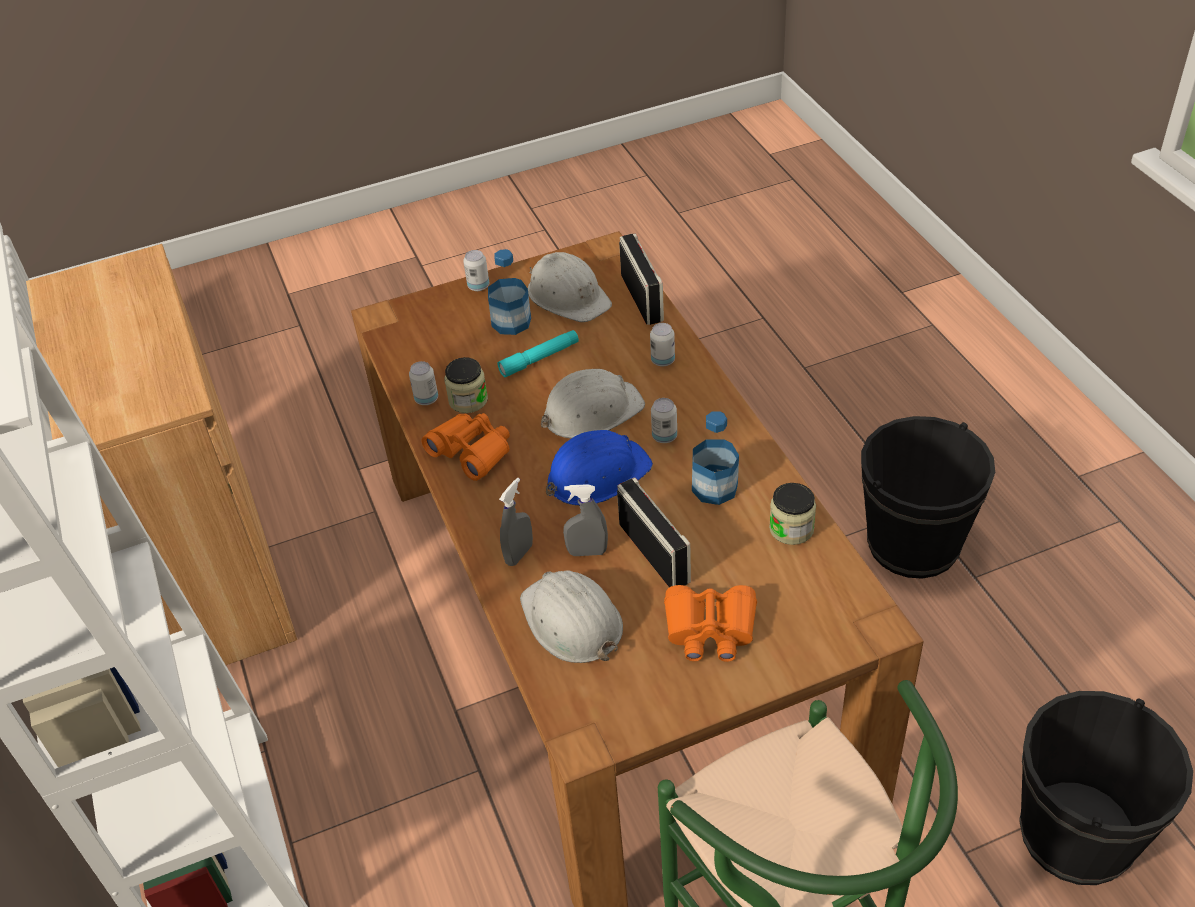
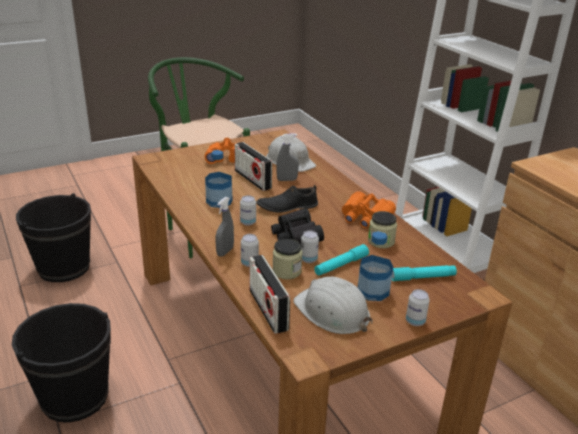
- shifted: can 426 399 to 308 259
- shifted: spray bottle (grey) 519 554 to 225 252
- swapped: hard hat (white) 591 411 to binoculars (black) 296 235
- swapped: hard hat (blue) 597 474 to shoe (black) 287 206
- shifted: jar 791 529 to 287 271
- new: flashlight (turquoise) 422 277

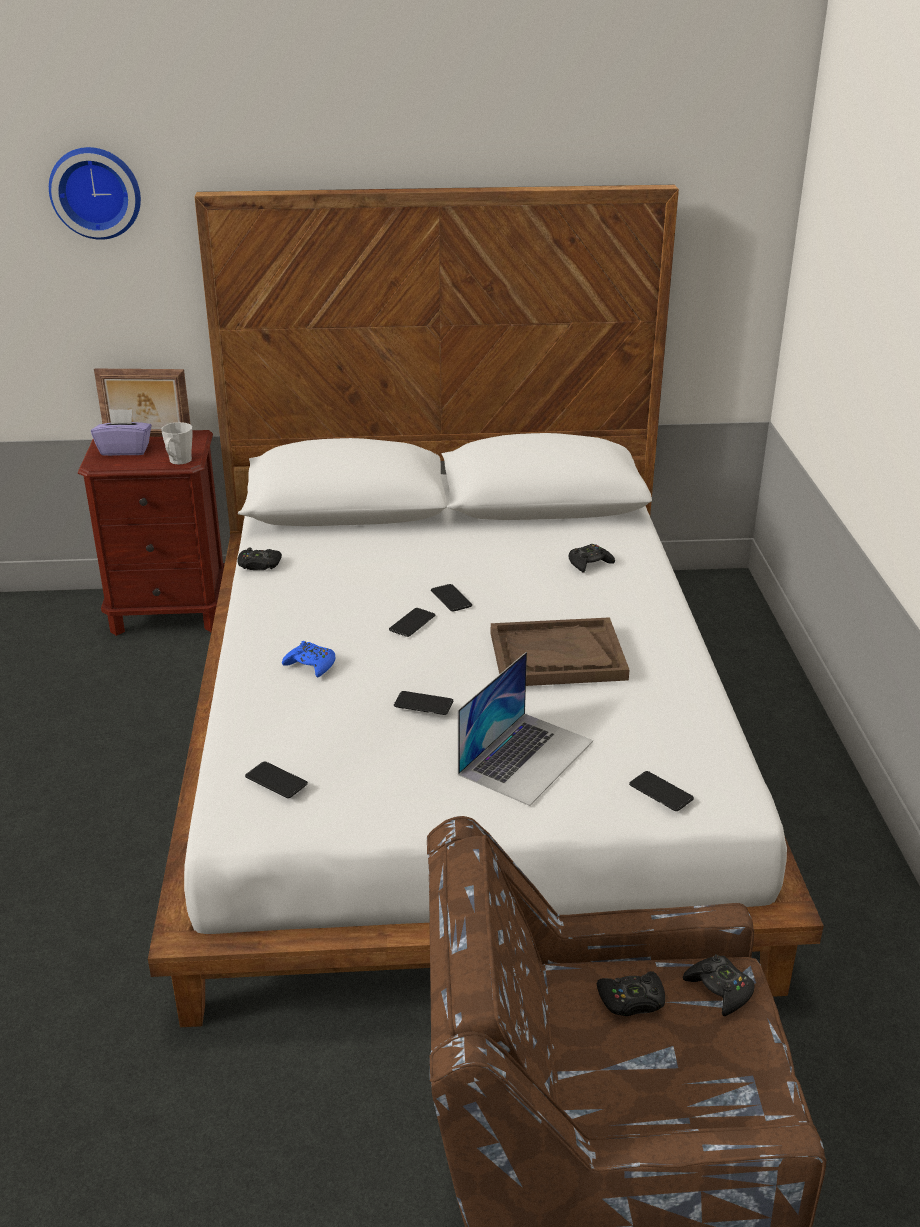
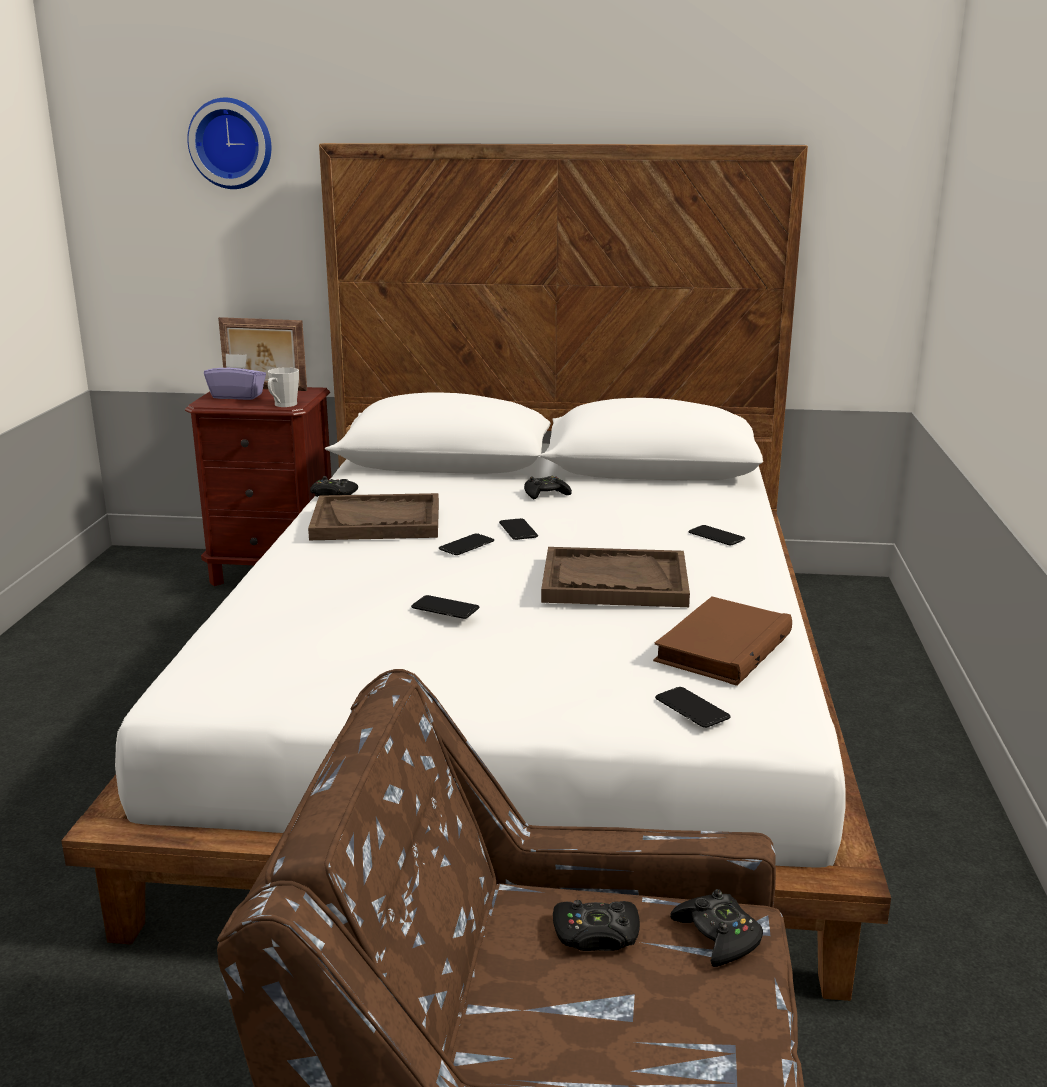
- shifted: phone 276 781 to 716 536
- gone: game controller (blue) 311 665
- gone: laptop 526 757
- shifted: game controller (black) 589 563 to 546 494
- new: tray (brown) 377 521
- new: book (brown) 720 646

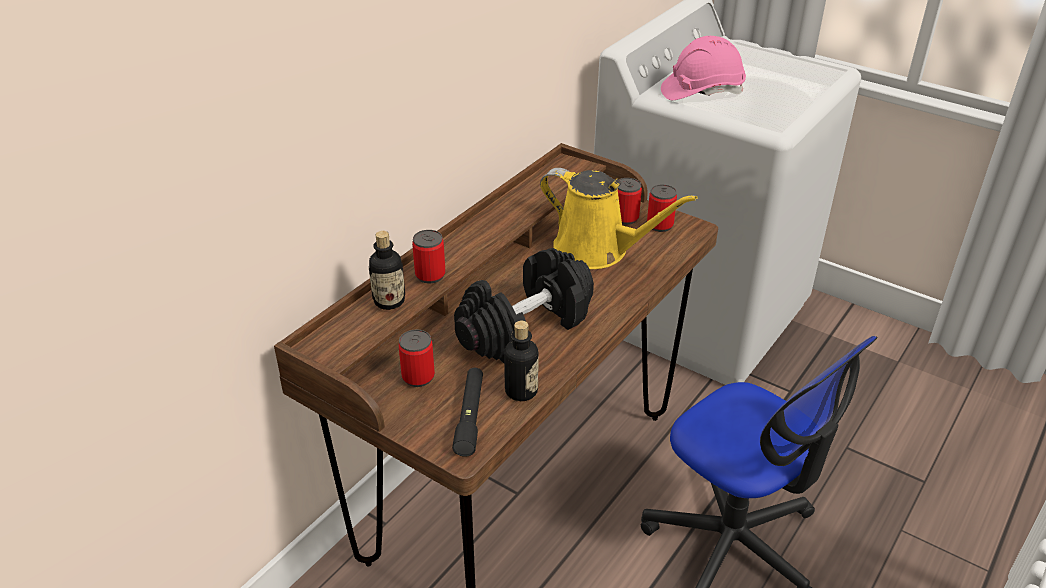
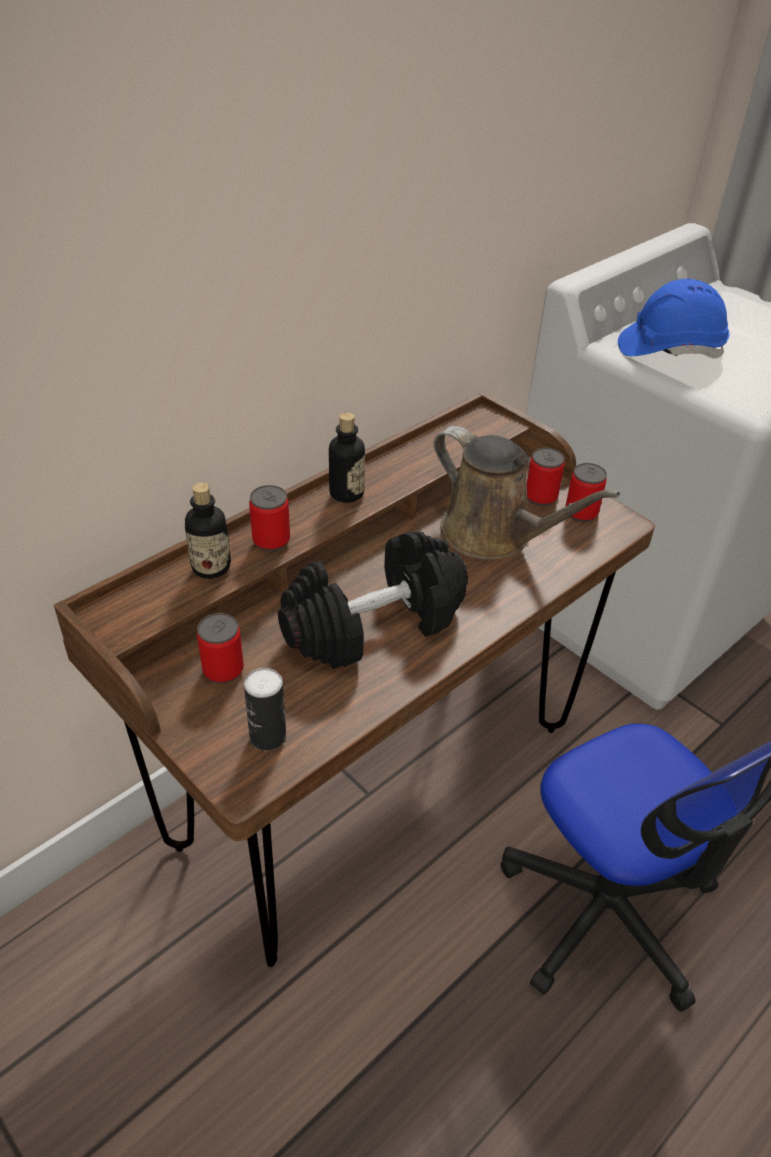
- swapped: flashlight (black) 470 417 to can 268 736
- shifted: bottle 521 391 to 346 493
- repainted: watering can (yellow) 597 250 to watering can (brown) 494 535
- repainted: hard hat (pink) 701 91 to hard hat (blue) 669 349

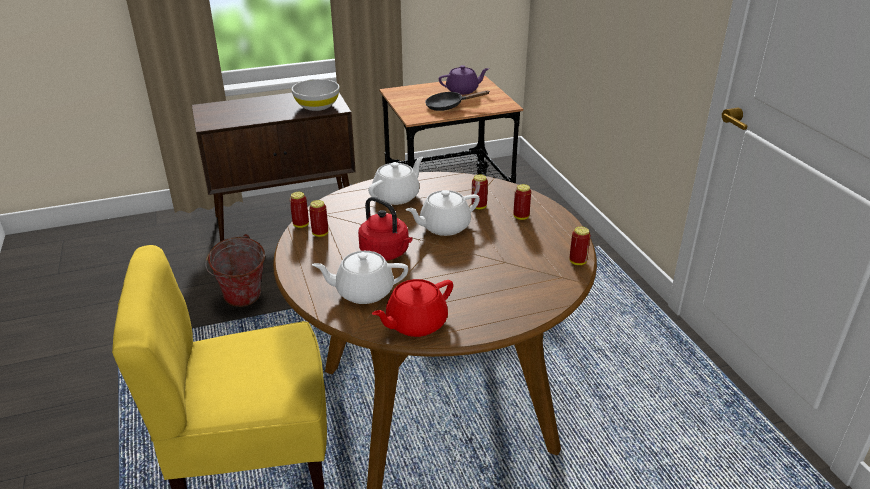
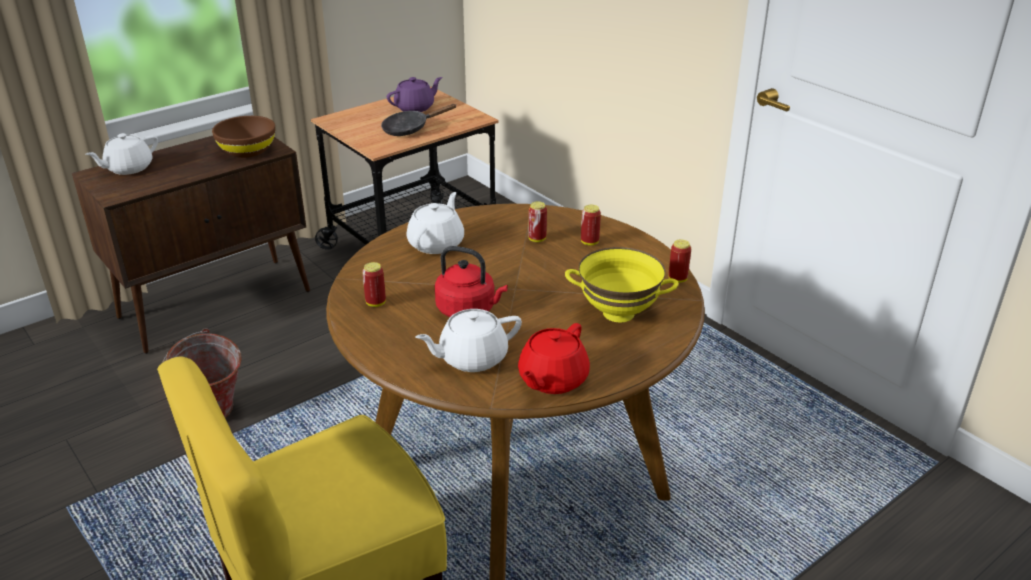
- gone: can 301 225
- repainted: bowl (white) 317 106 to bowl (brown) 247 151
- shifted: teapot (white) 444 227 to 128 168
- new: bowl (yellow) 619 313

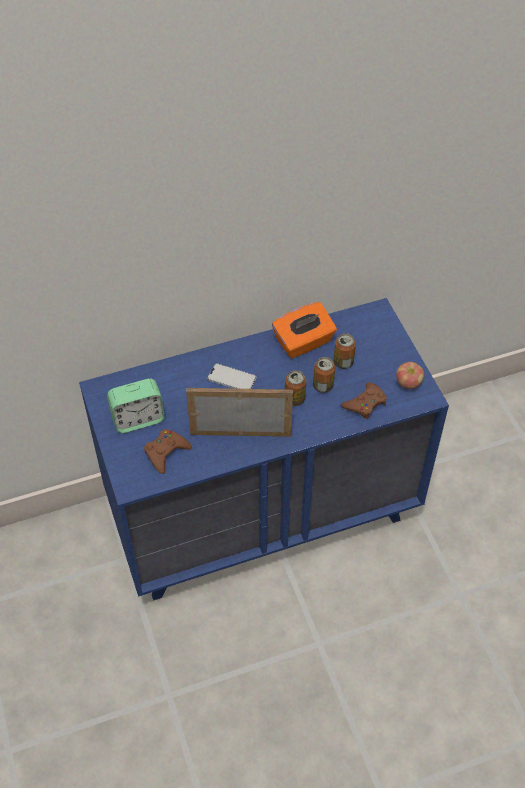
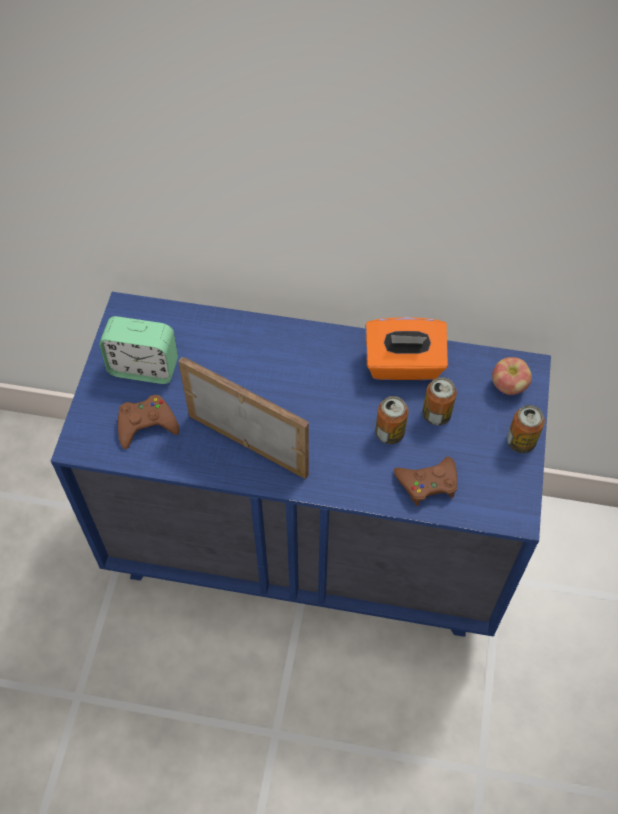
- gone: phone 232 378
- shifted: can 294 399 to 520 442
- shifted: apple 408 383 to 508 386

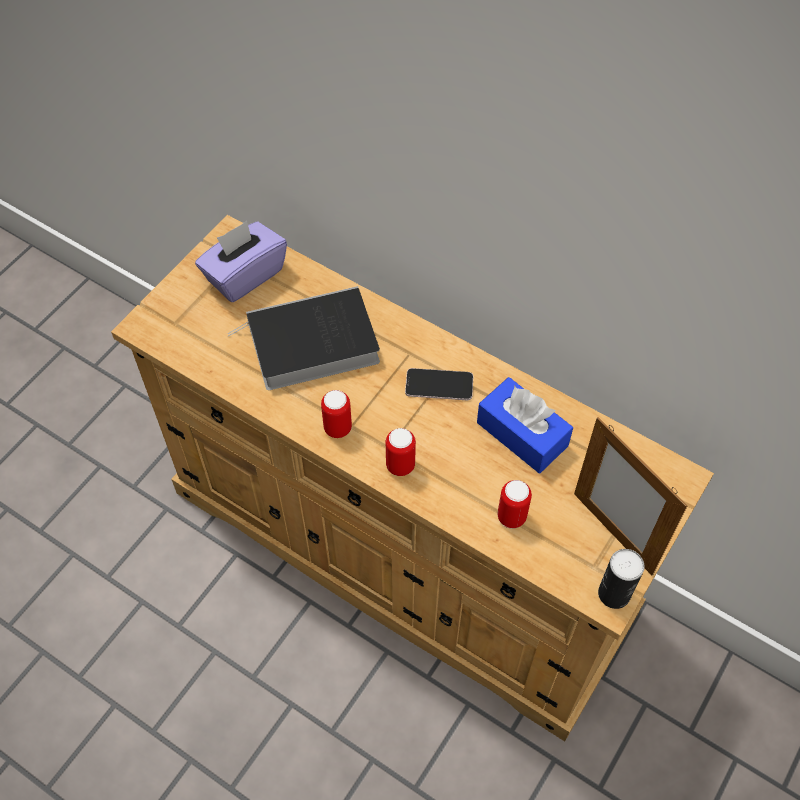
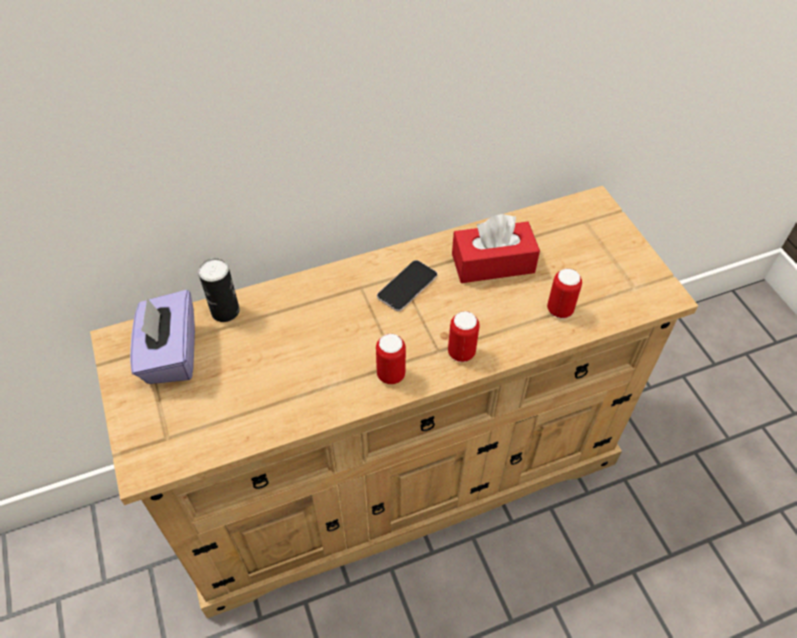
- gone: book 309 345
- repainted: tissue box (blue) 522 434 to tissue box (red) 493 263
- gone: picture frame 612 533
- shifted: can 614 593 to 225 311

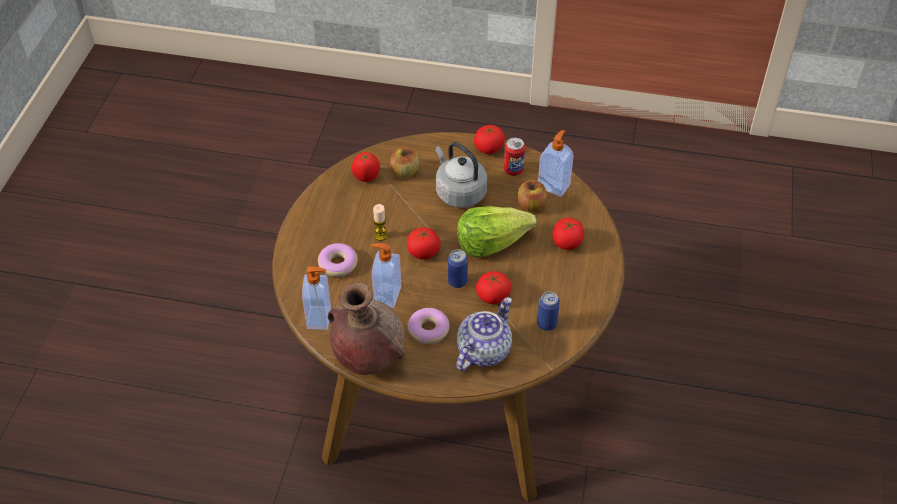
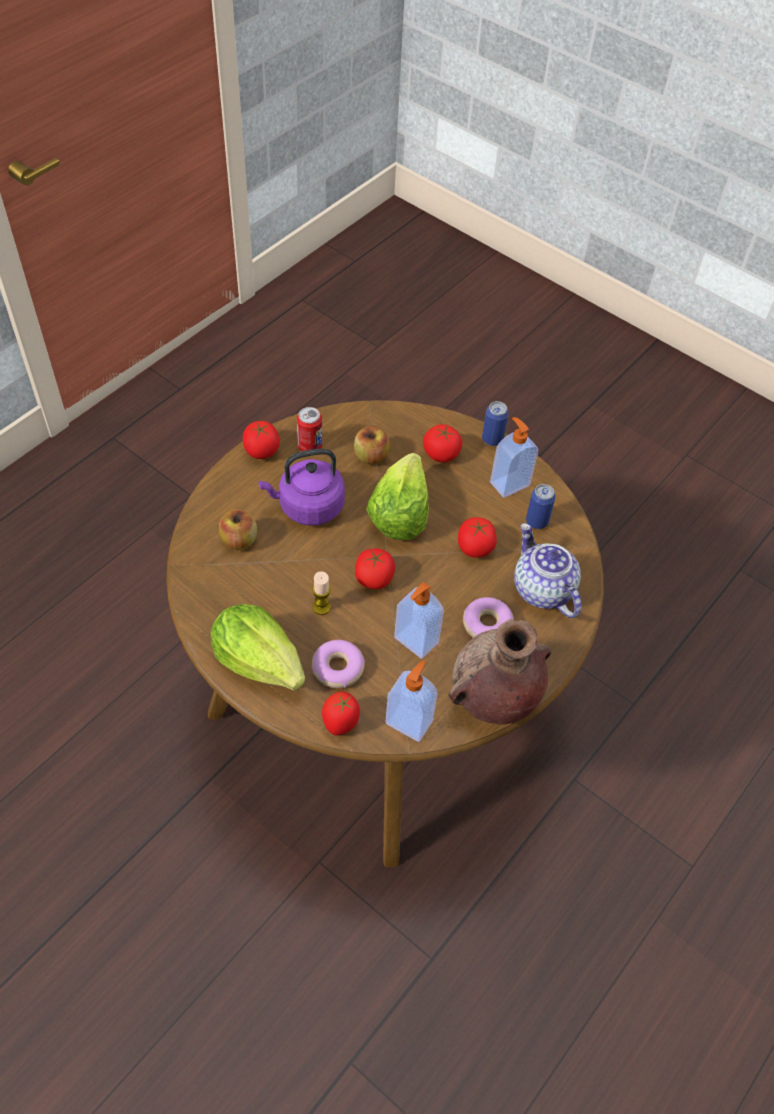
- shifted: tomato 366 177 to 341 723
- repainted: kettle (grey) 459 192 to kettle (purple) 308 507
- shifted: can 457 281 to 492 439
- shifted: soap dispenser 554 186 to 509 483
- new: lettuce 260 661

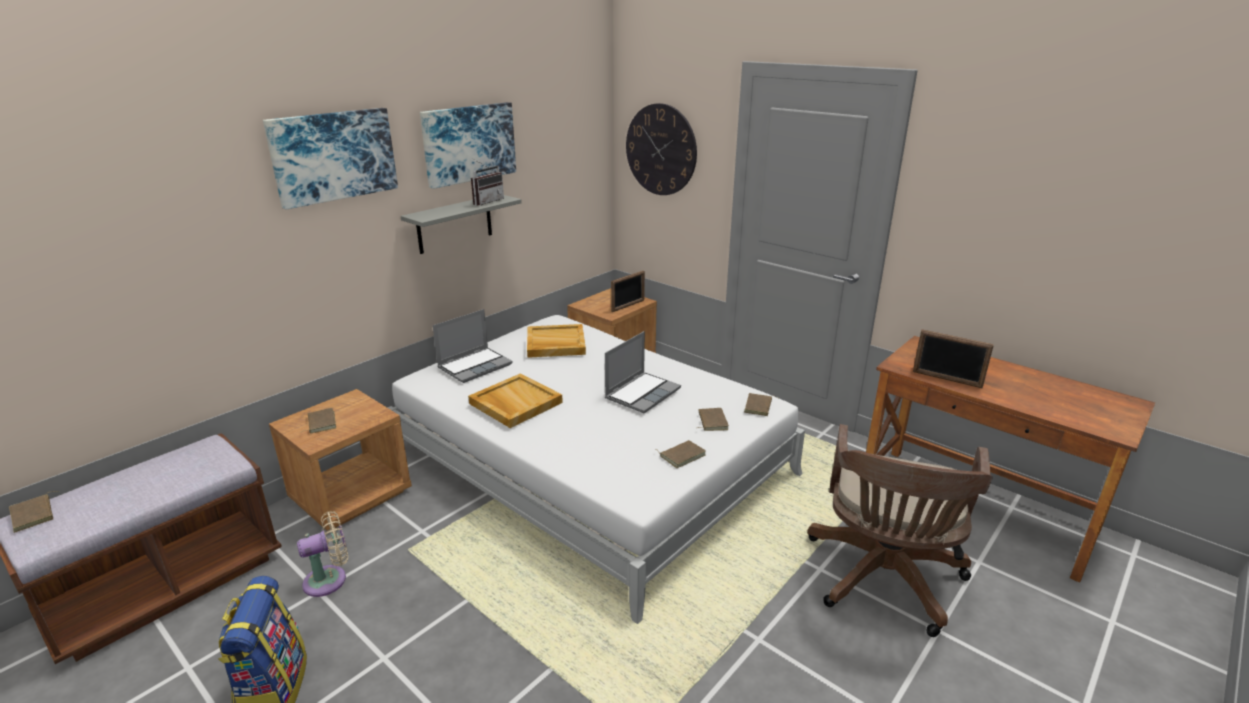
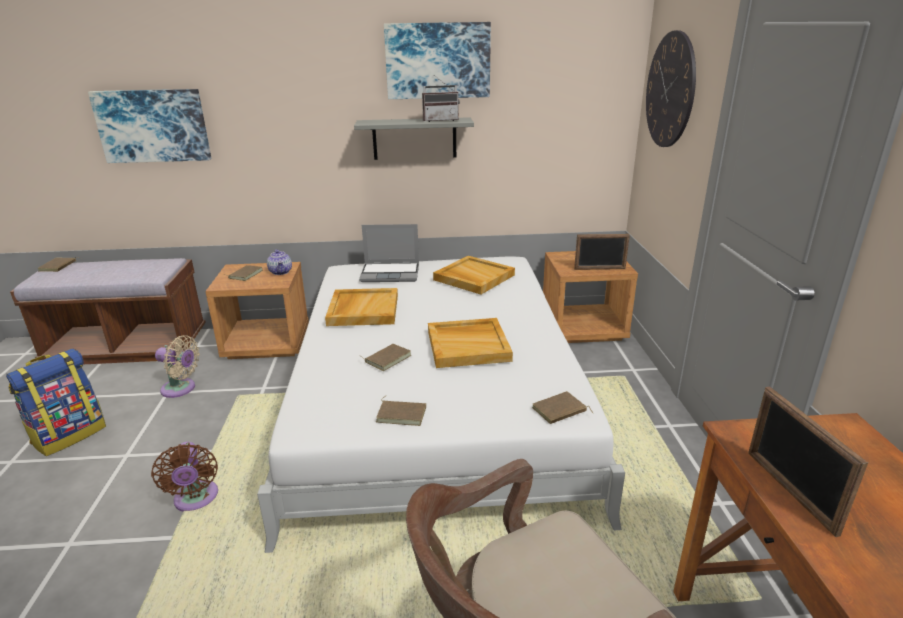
- shifted: picture 333 156 to 153 126
- swapped: laptop 642 393 to tray (beige) 468 345
- shifted: book (brown) 711 421 to 387 358
- new: fan (brown) 196 500
- new: teapot 281 272

